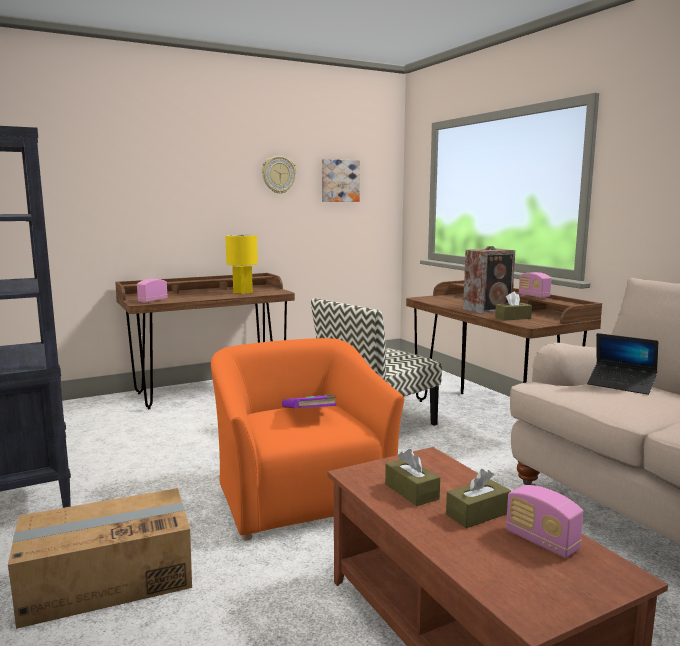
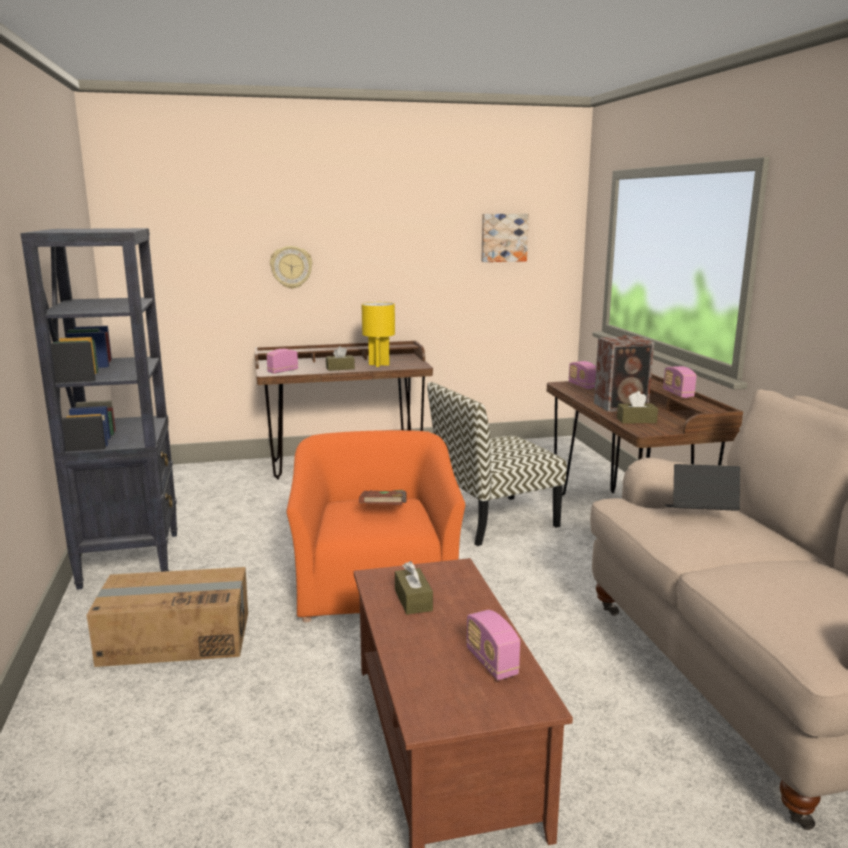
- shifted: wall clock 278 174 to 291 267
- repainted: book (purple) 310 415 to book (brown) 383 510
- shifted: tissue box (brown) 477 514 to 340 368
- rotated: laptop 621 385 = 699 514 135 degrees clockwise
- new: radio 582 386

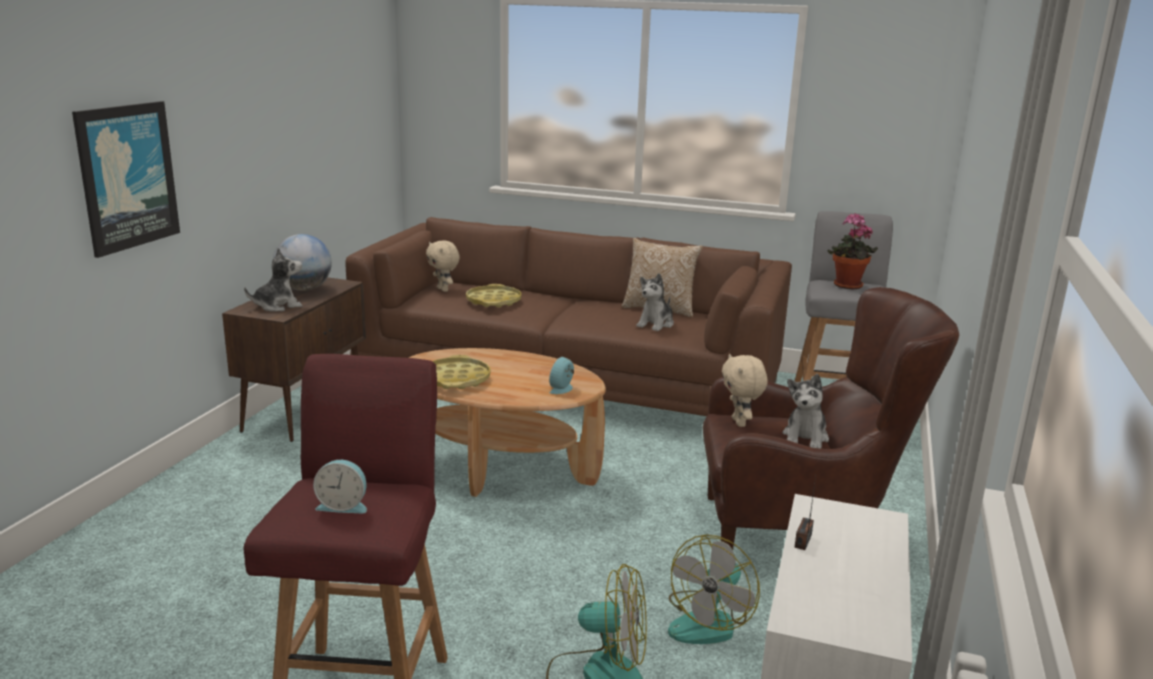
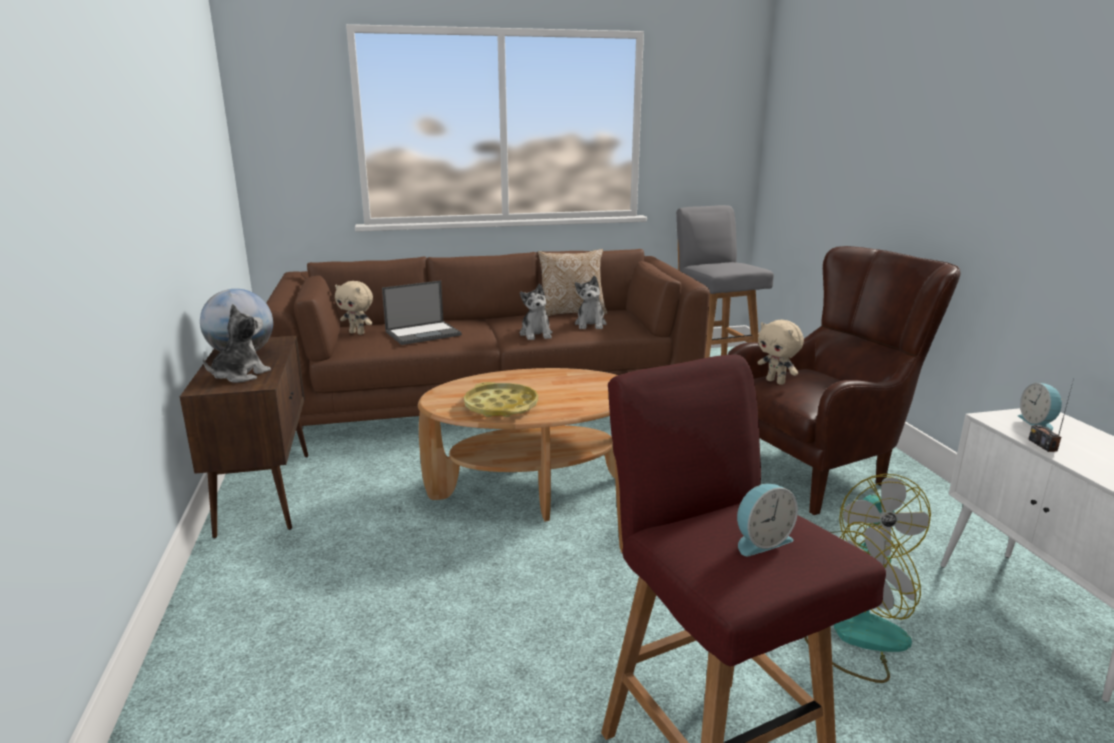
- gone: picture 127 176
- swapped: tray (yellow) 493 301 to laptop 424 333
- shifted: alarm clock 563 389 to 1038 423
- shifted: plush toy 805 438 to 536 334
- gone: potted plant 847 286

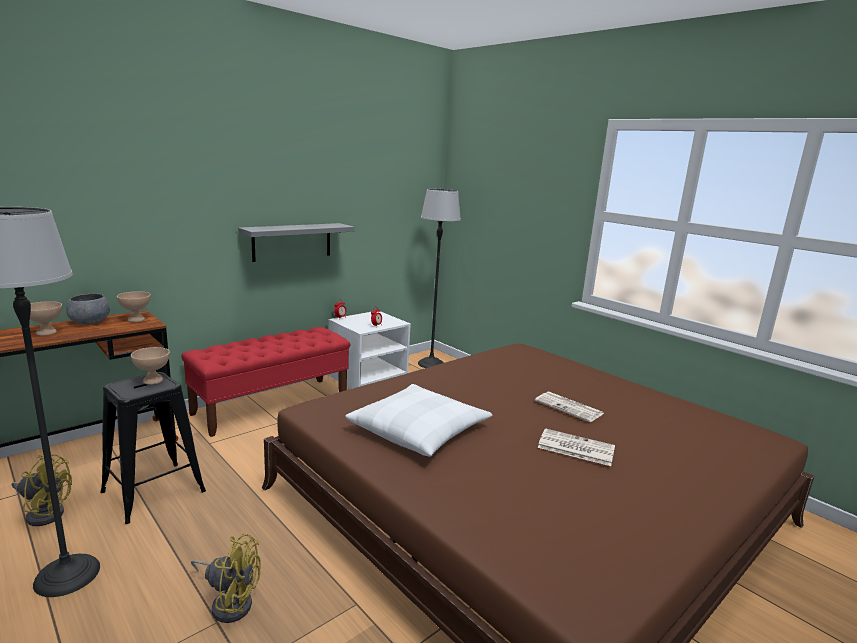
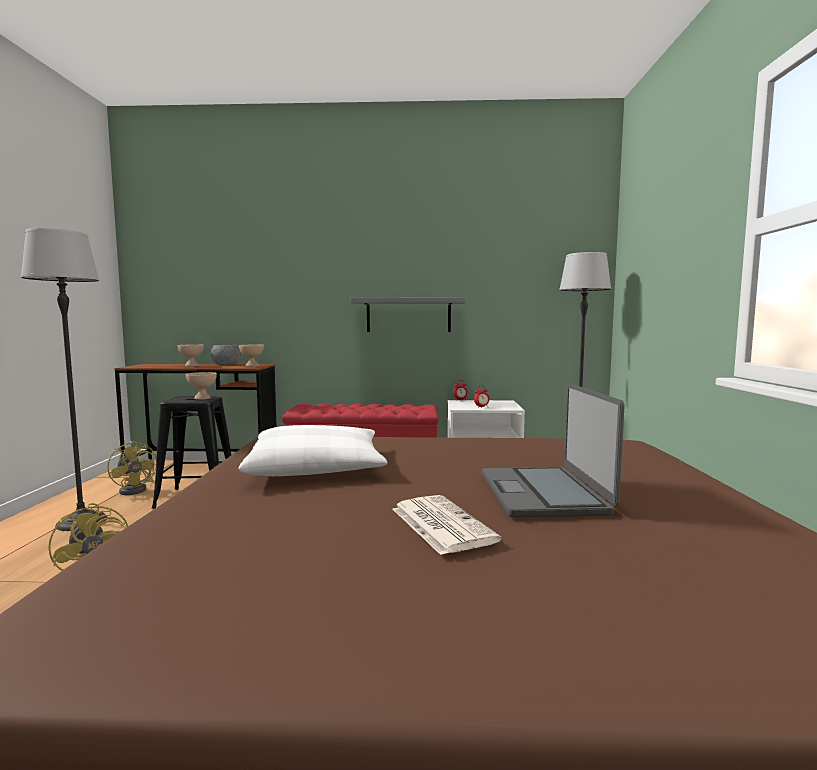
- swapped: newspaper 570 407 to laptop 543 493

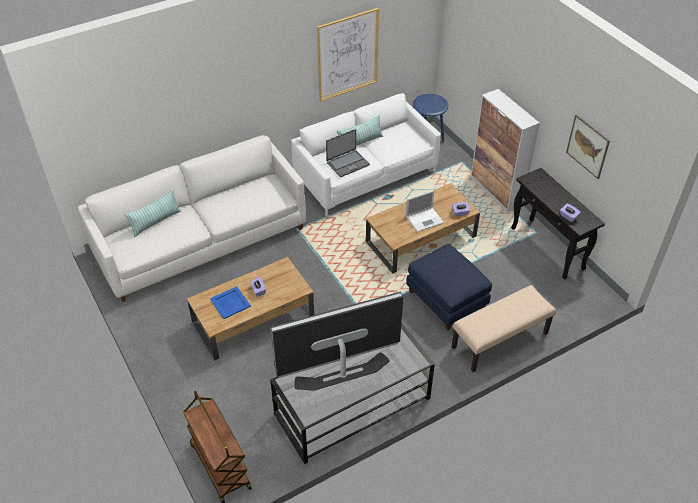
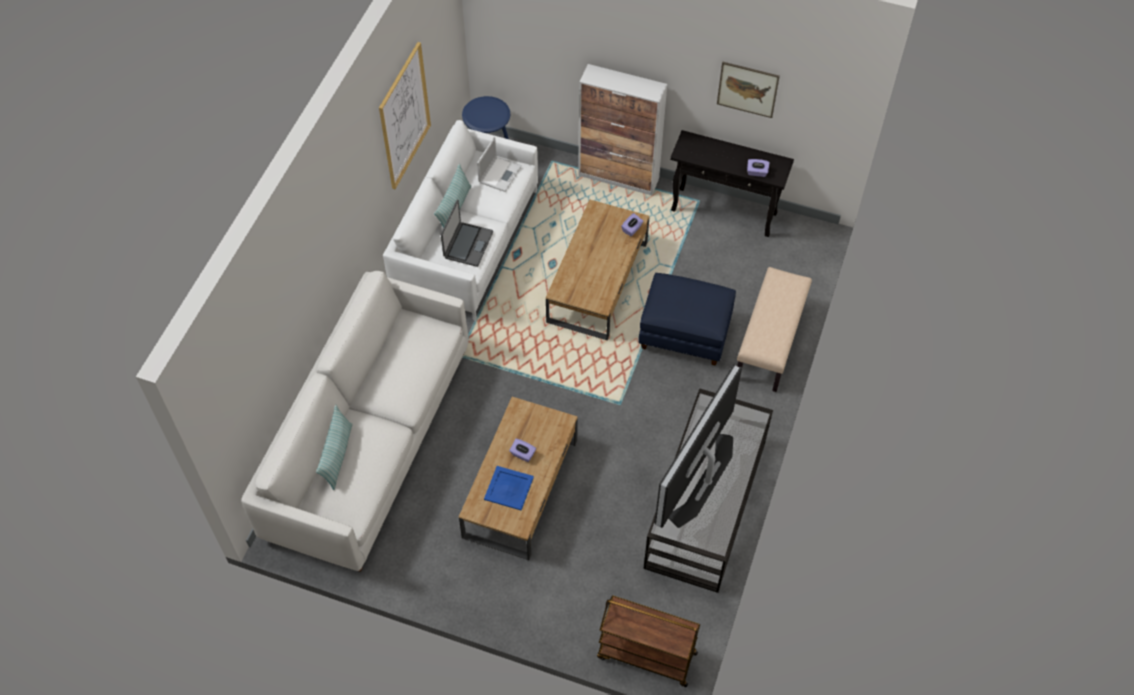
- shifted: laptop 425 219 to 500 173

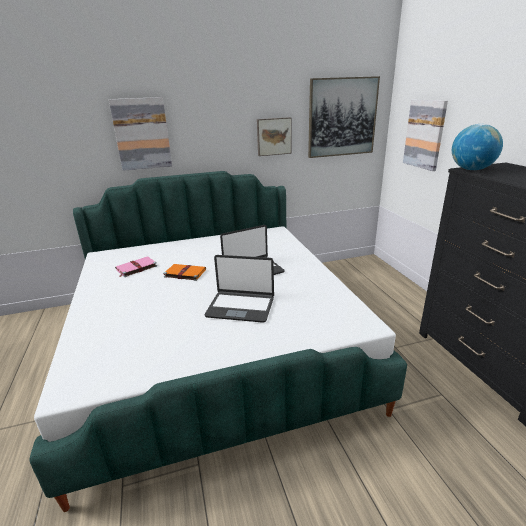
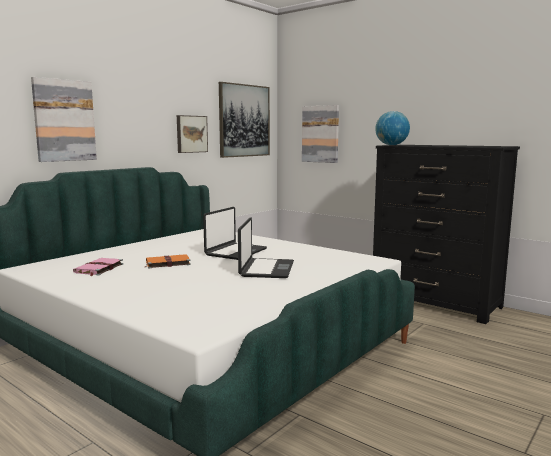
- rotated: laptop 241 307 = 266 269 60 degrees counterclockwise

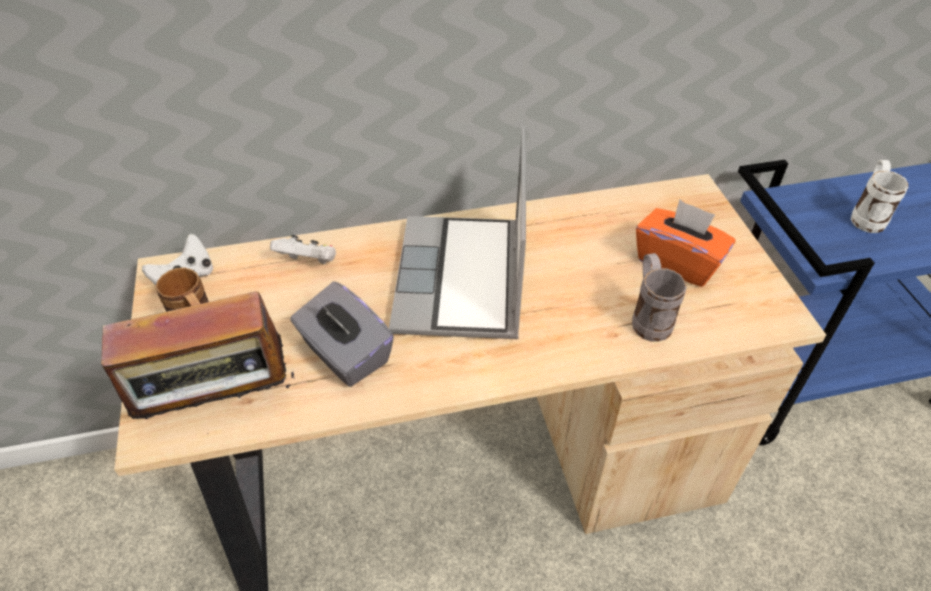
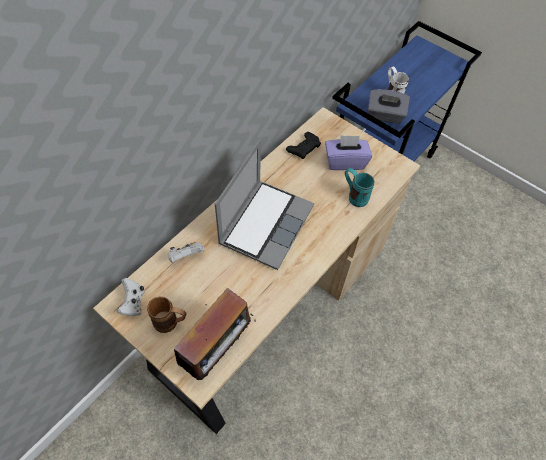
- shifted: tissue box (grey) 345 354 to 385 116
- rotated: laptop 462 281 = 266 223 120 degrees counterclockwise
- repainted: mug (grey) 648 318 to mug (turquoise) 354 196
- repainted: tissue box (orange) 678 262 to tissue box (purple) 345 161
- new: game controller (black) 303 148

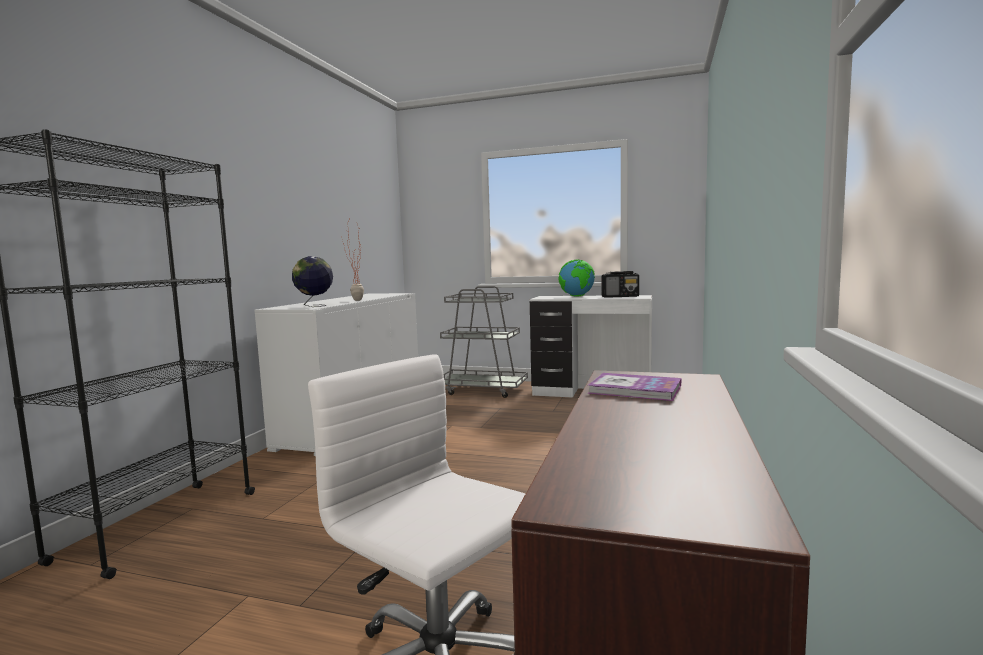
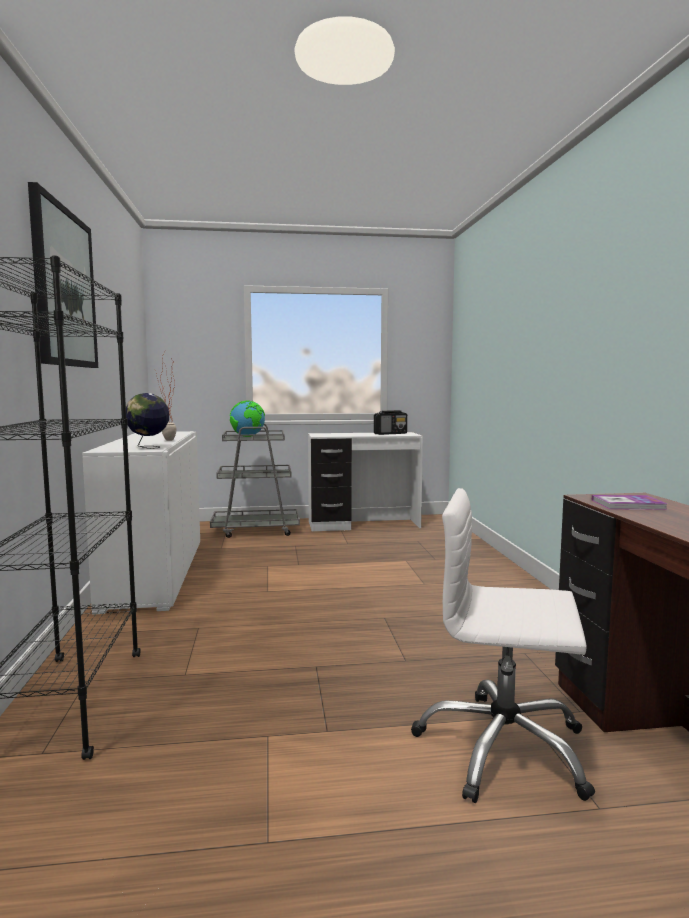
- shifted: globe 577 296 to 248 436
- new: picture 64 288

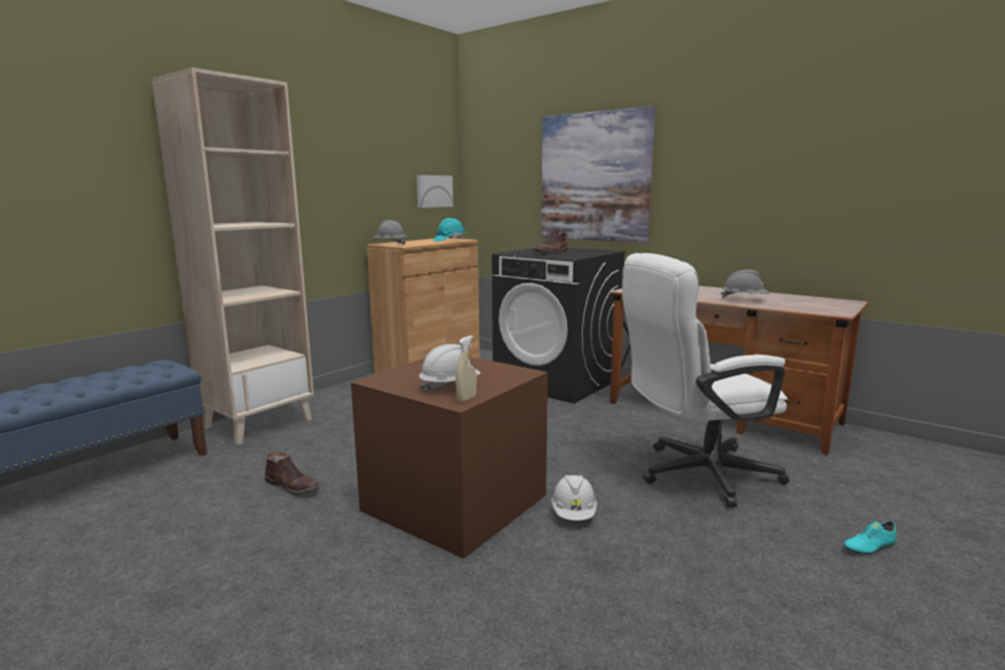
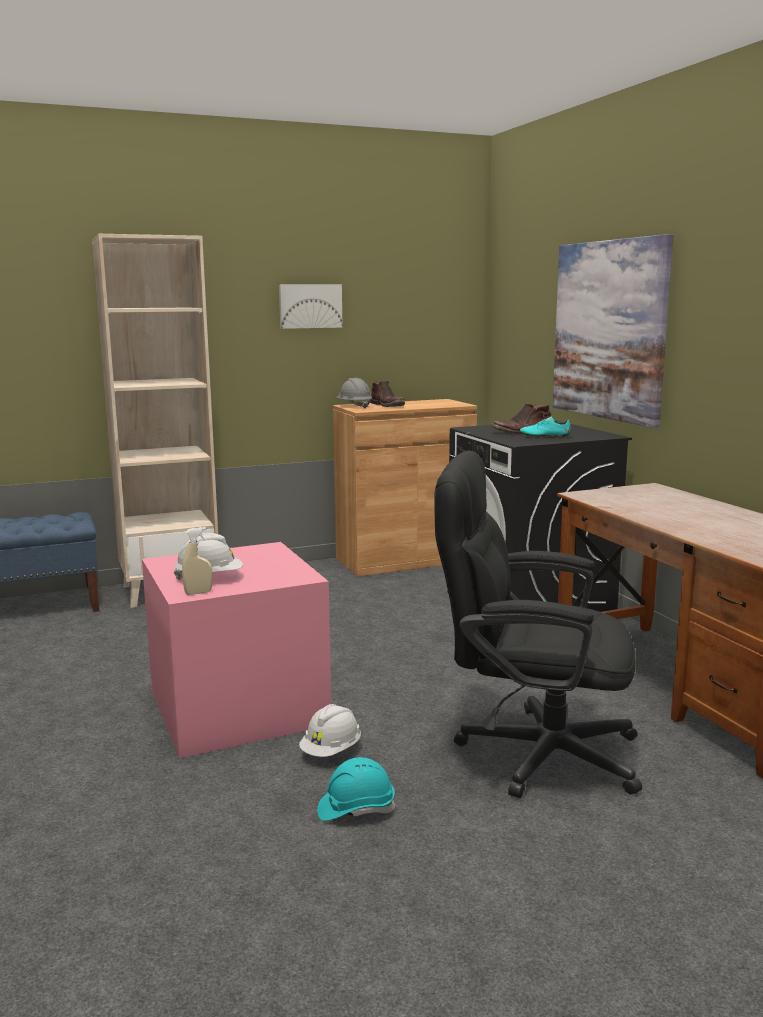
- shifted: boot (brown) 293 486 to 388 405
- repainted: storage box (brown) 452 503 to storage box (pink) 235 707
- shifted: picture 433 191 to 310 306
- shifted: hard hat (turquoise) 449 240 to 356 809
- repainted: office chair (white) 695 475 to office chair (black) 531 751
- gone: hard hat (grey) 744 299
- shifted: shoe (turquoise) 869 547 to 544 436

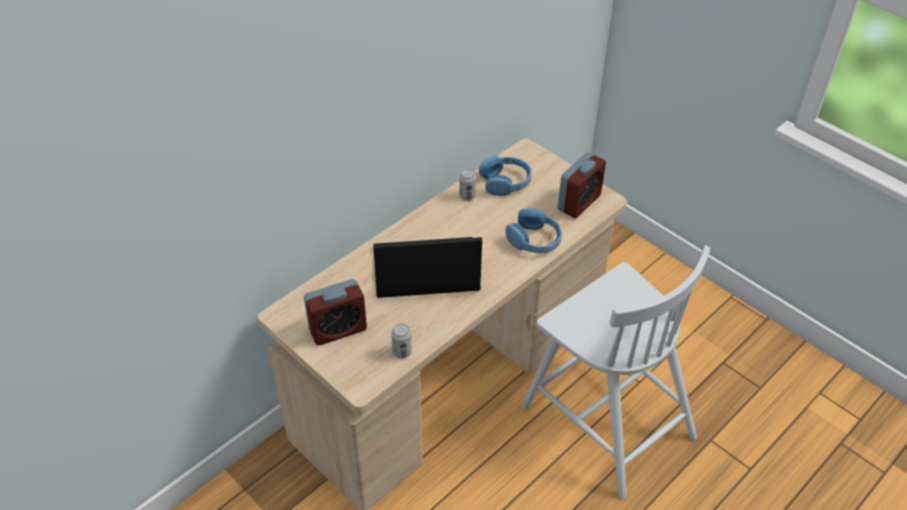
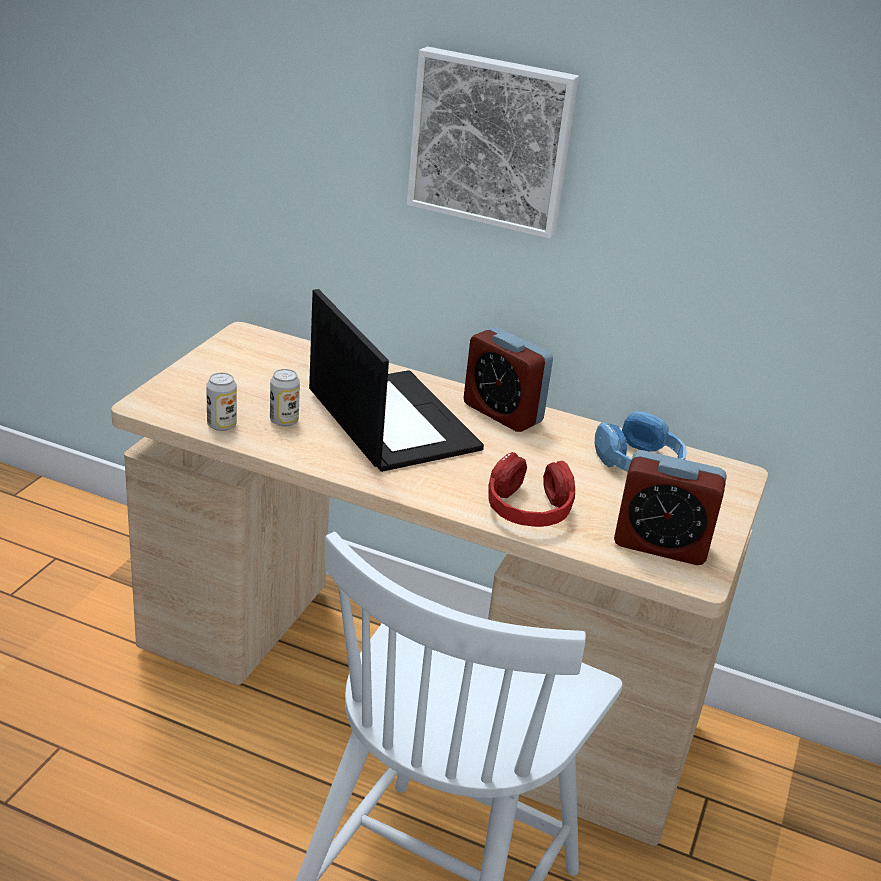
- shifted: alarm clock 338 329 to 502 413
- shifted: can 467 196 to 284 421
- repainted: headphones (blue) 534 240 to headphones (red) 528 509
- new: picture 492 141

